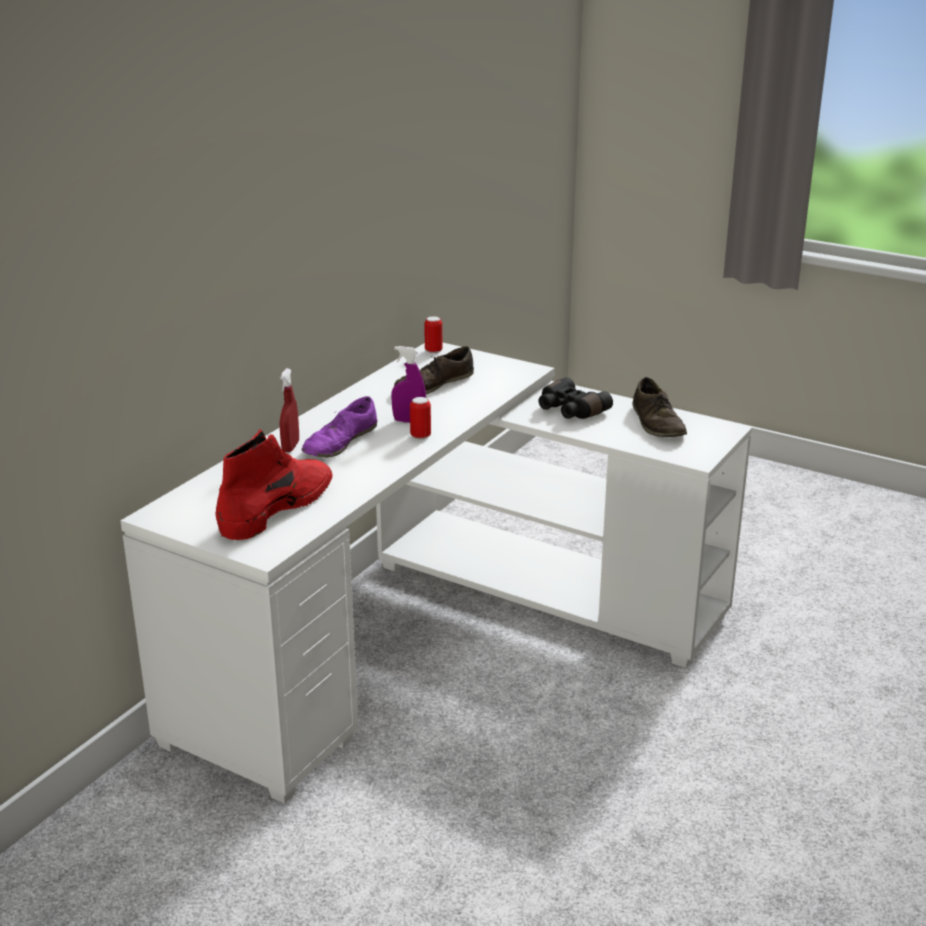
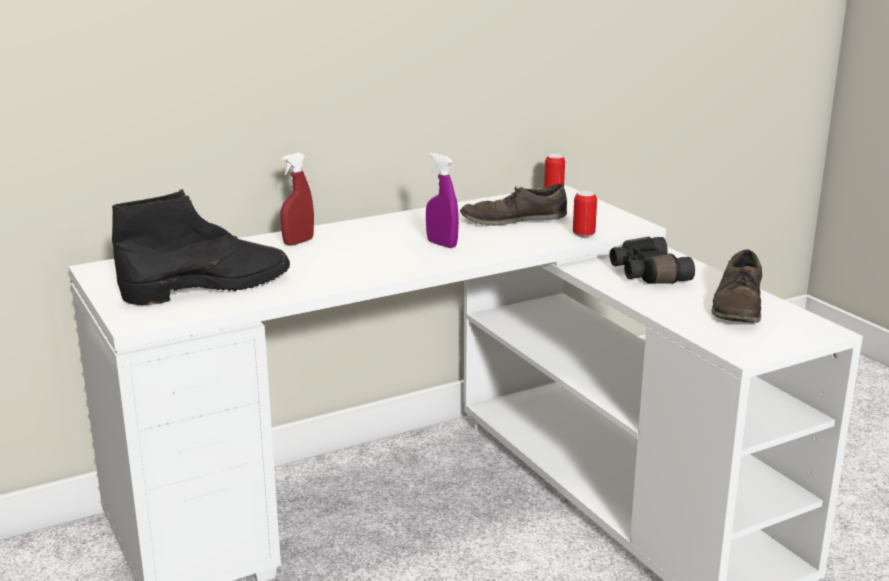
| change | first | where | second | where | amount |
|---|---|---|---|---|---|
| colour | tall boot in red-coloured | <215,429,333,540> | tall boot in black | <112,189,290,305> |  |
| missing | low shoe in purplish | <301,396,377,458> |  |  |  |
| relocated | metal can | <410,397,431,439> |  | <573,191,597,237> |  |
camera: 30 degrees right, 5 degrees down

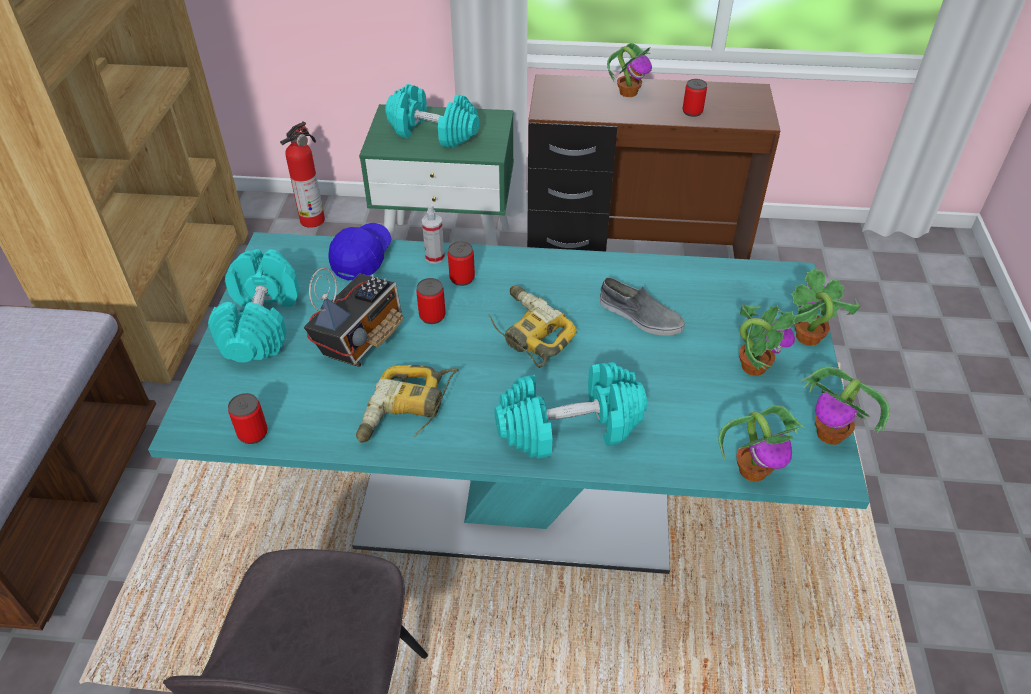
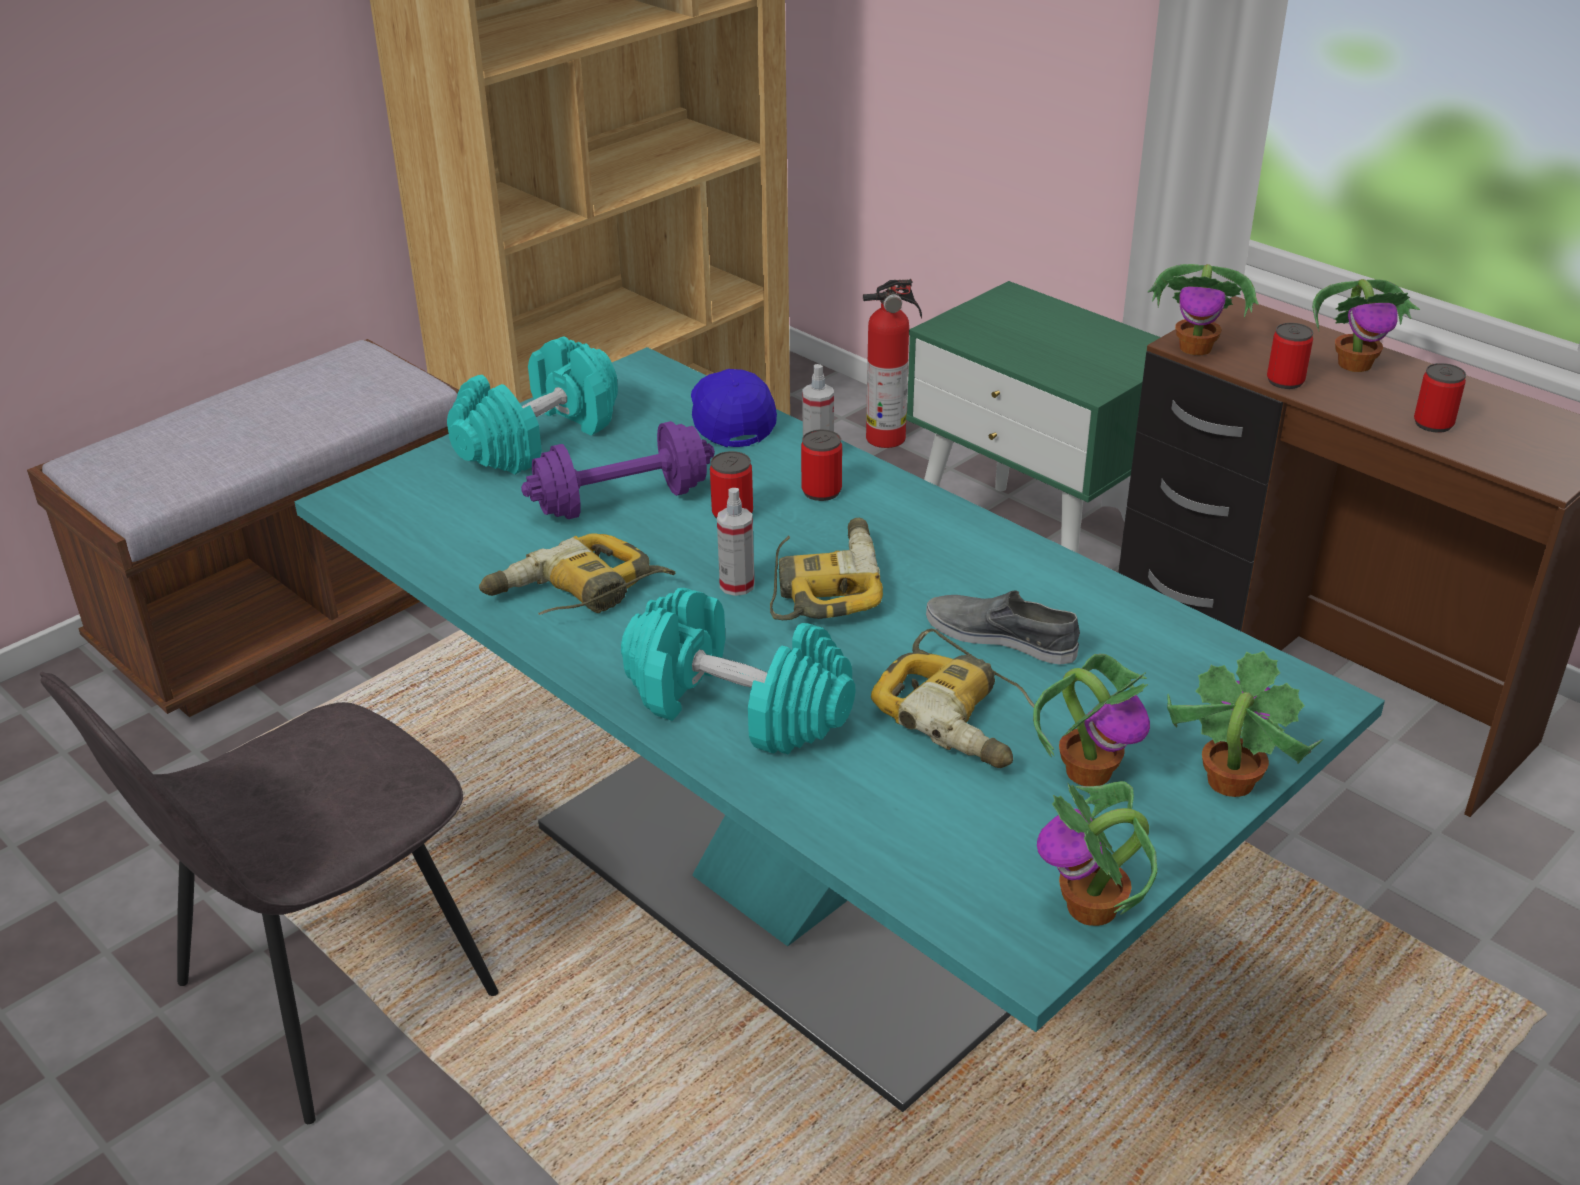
| change | first | where | second | where | amount |
|---|---|---|---|---|---|
| relocated | metal can | <228,393,268,444> |  | <1267,323,1313,389> |  |
| exchanged | radio | <304,268,404,367> | free weight in purplish | <521,421,715,519> |  |
| spun | peaked cap in bluish | <328,223,392,281> |  | <691,369,777,448> | 75 degrees counterclockwise |
| missing | free weight in turquoise-coloured | <385,84,480,148> |  |  |  |
| spun | low shoe in gray | <600,277,685,336> |  | <926,591,1080,665> | 135 degrees clockwise |
| relocated | potted plant | <718,405,805,482> |  | <1148,264,1259,355> |  |
| appeared |  |  | spray bottle | <717,488,754,596> |  |
| appeared |  |  | power drill | <871,629,1035,768> |  |
camera: 40 degrees right, 10 degrees down

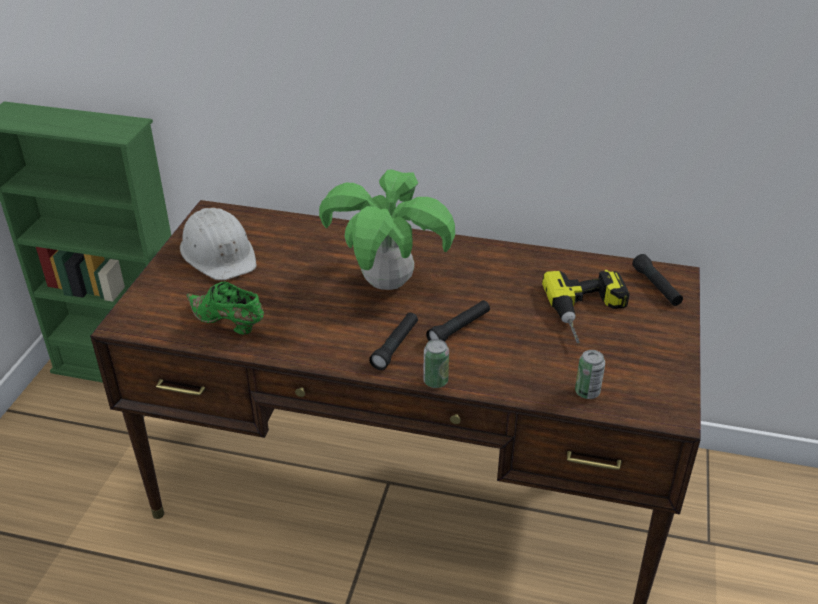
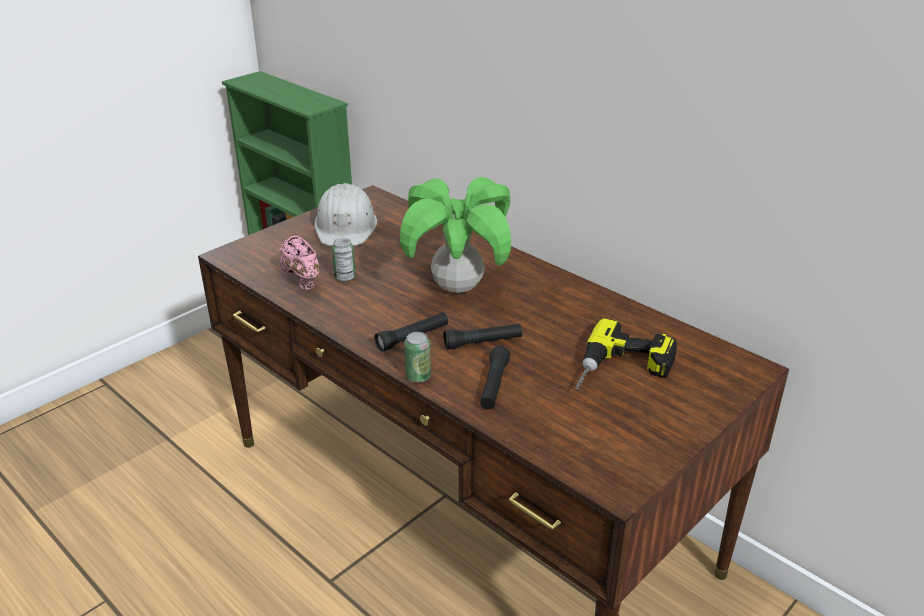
| change | first | where | second | where | amount |
|---|---|---|---|---|---|
| colour | low shoe in green | <186,282,264,334> | low shoe in pink-coloured | <279,236,319,290> |  |
| relocated | metal can | <575,350,605,399> |  | <332,238,356,282> |  |
| relocated | hand torch in black | <632,254,683,306> |  | <480,346,510,410> |  |
camera: 30 degrees right, 5 degrees down

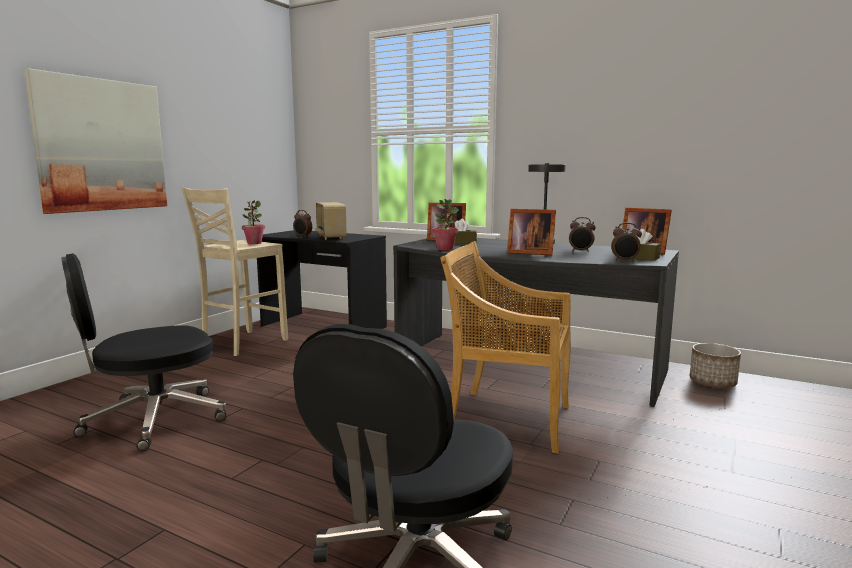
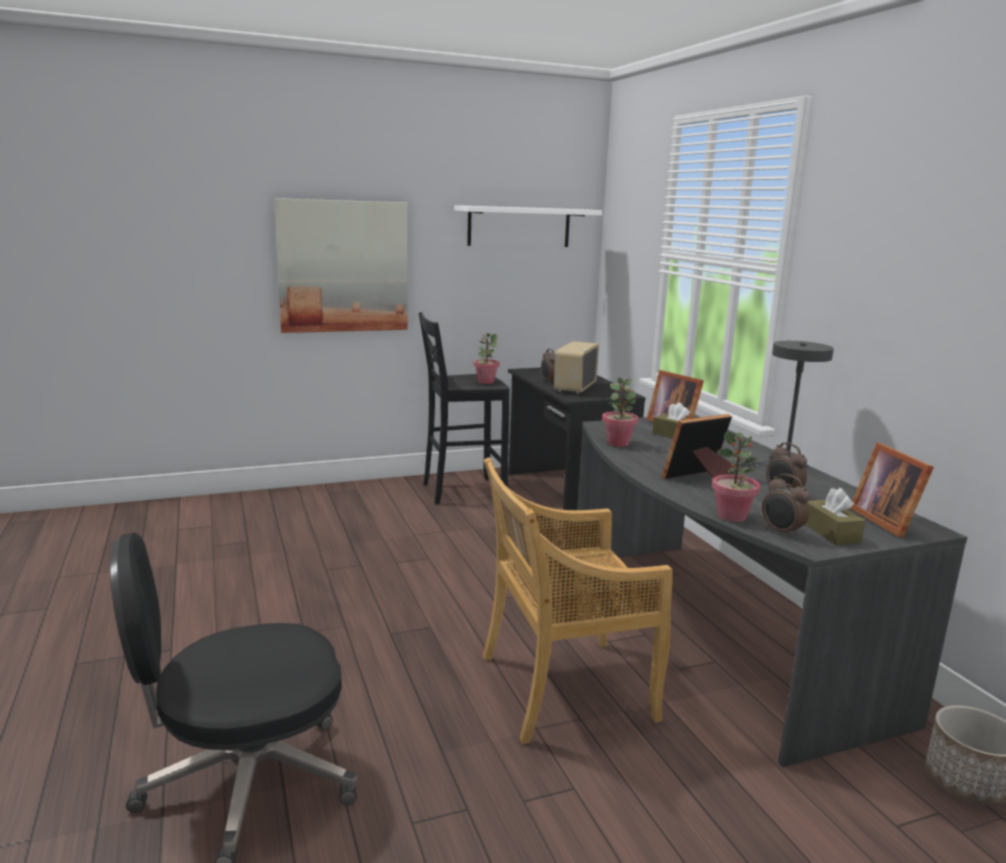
| change | first | where | second | where | amount |
|---|---|---|---|---|---|
| missing | desk chair in black | <61,254,226,451> |  |  |  |
| colour | stool in beige | <182,187,288,356> | stool in black | <419,312,510,504> |  |
| spun | plain chair in beige | <440,241,571,454> |  | <483,457,673,744> | 75 degrees counterclockwise |
| spun | photo frame | <507,209,556,255> |  | <662,414,732,479> | 90 degrees clockwise |
| appeared |  |  | bracket shelf in whitish | <454,205,602,247> |  |
| appeared |  |  | potted plant | <712,431,760,522> |  |
camera: 40 degrees right, 5 degrees up

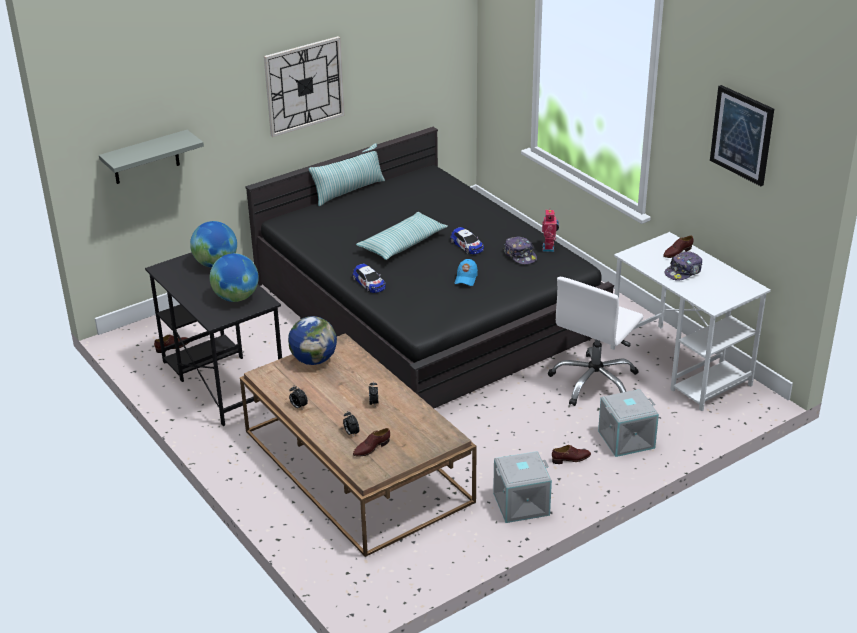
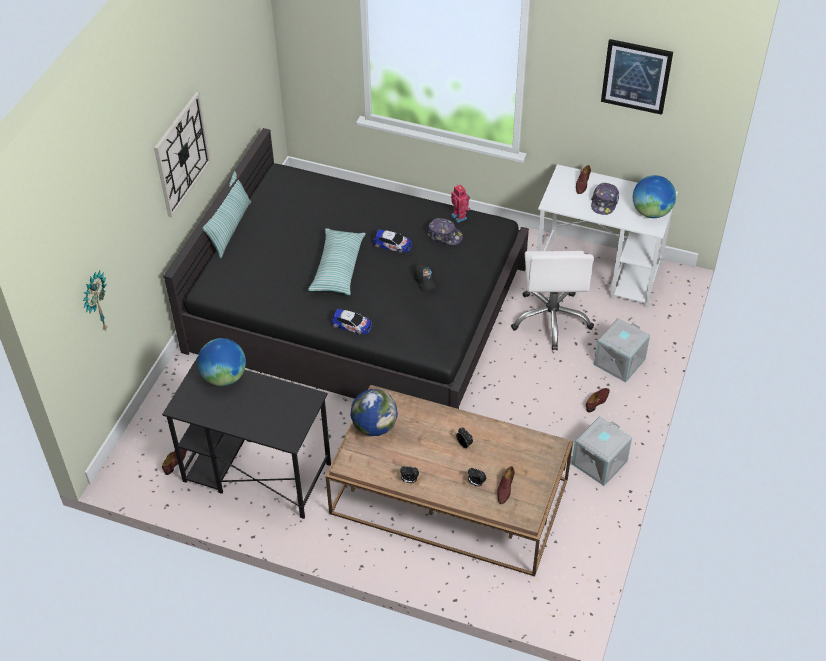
| change | first | where | second | where | amount |
|---|---|---|---|---|---|
| exchanged | bracket shelf in gray | <99,130,204,184> | hanging clock | <83,271,107,330> |  |
| relocated | globe | <210,253,259,302> |  | <633,175,676,218> |  |
| colour | peaked cap in bluish | <455,259,478,286> | peaked cap in black | <414,262,438,292> |  |
camera: 35 degrees left, 15 degrees up

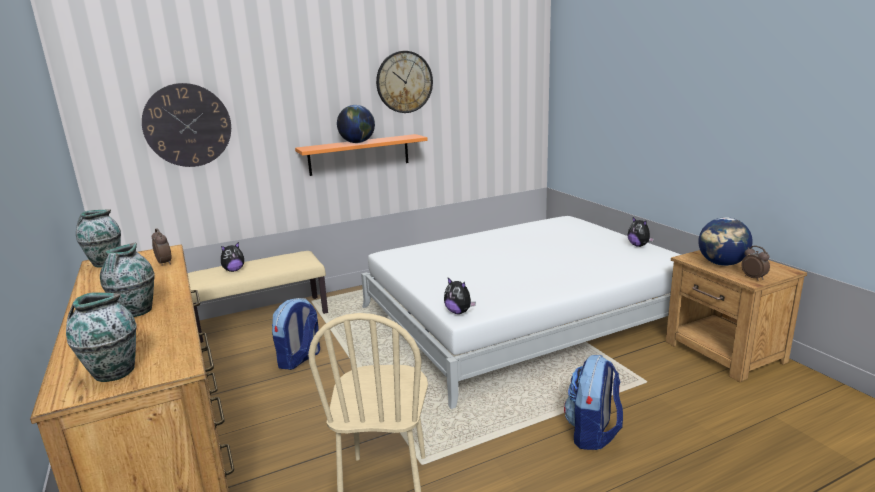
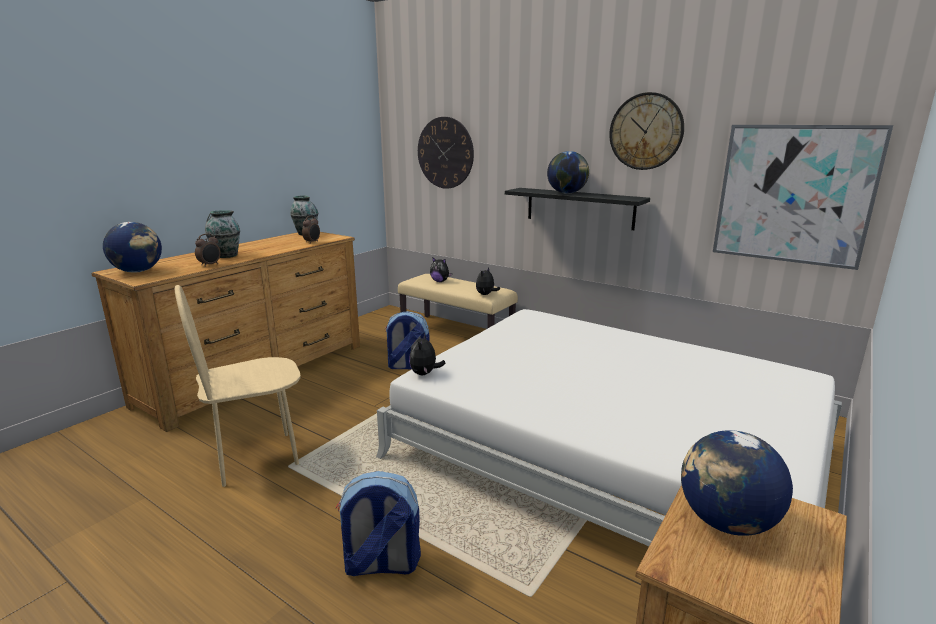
| change | first | where | second | where | amount |
|---|---|---|---|---|---|
| exchanged | vase | <66,292,137,382> | globe | <103,222,162,273> |  |
| colour | bracket shelf in orange | <295,134,428,176> | bracket shelf in black | <505,188,650,230> |  |
| relocated | plush toy | <628,217,654,247> |  | <476,267,500,295> |  |
| relocated | table clock | <741,246,770,281> |  | <195,233,221,267> |  |
| appeared |  |  | picture | <713,125,893,270> |  |
camera: 60 degrees right, 0 degrees up

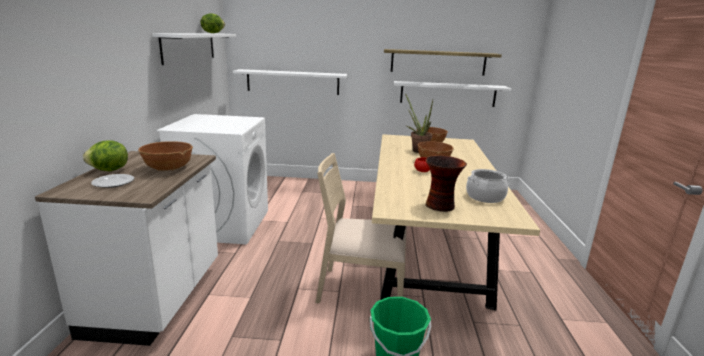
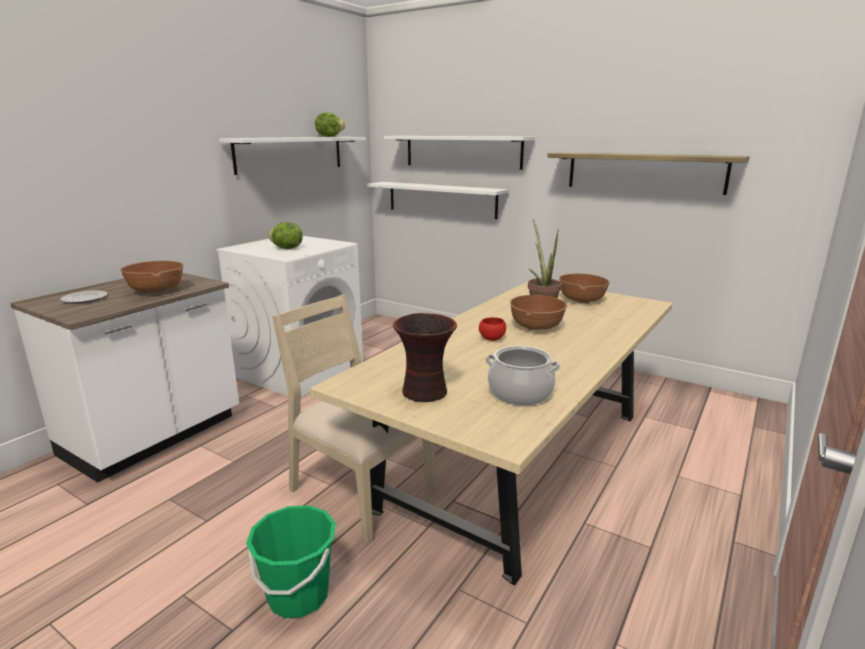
| change | first | where | second | where | amount |
|---|---|---|---|---|---|
| relocated | head of lettuce | <83,140,128,171> |  | <268,222,302,249> |  |
| relocated | bracket shelf in whitish | <394,81,511,107> |  | <384,136,535,170> |  |
camera: 30 degrees right, 0 degrees up

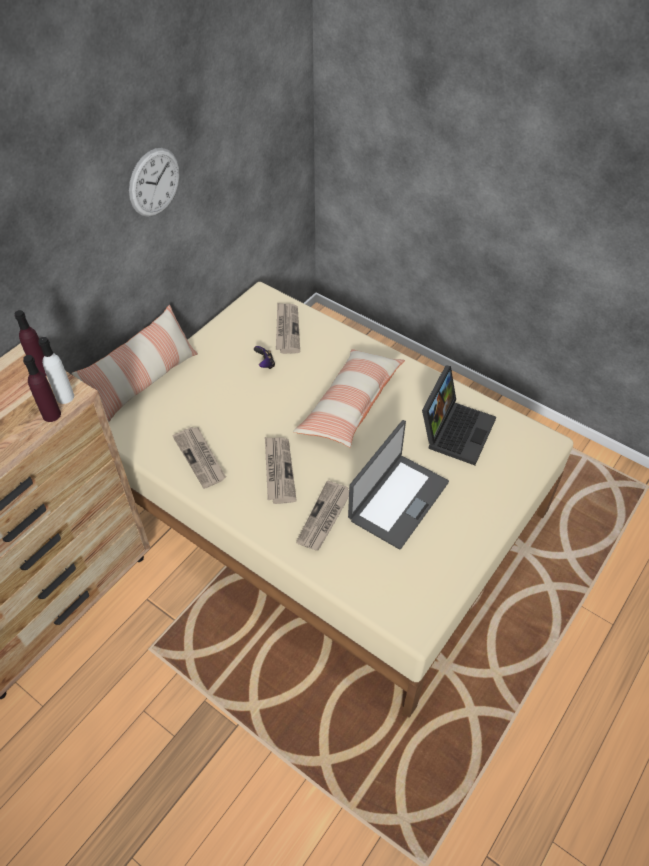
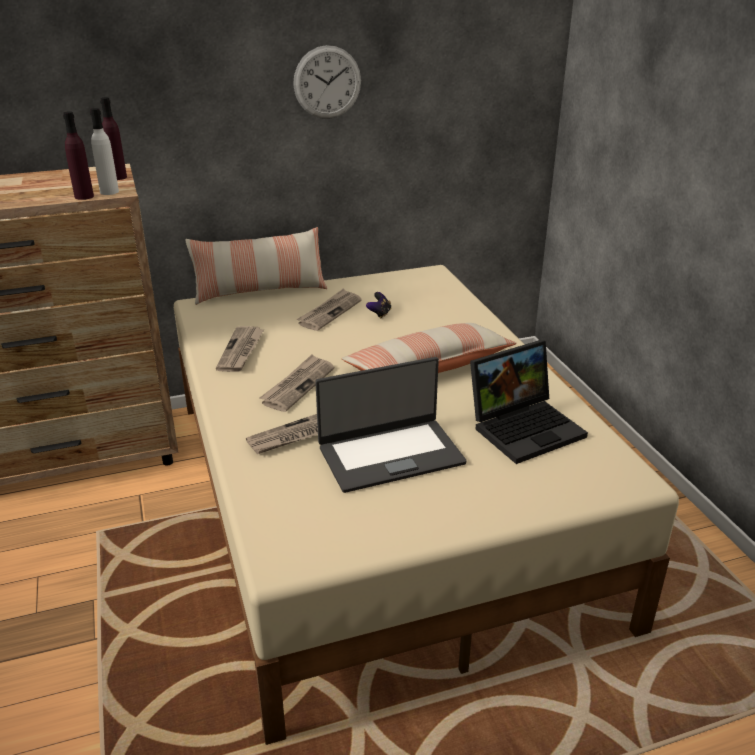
| change | first | where | second | where | amount |
|---|---|---|---|---|---|
| relocated | daily paper | <276,302,300,354> |  | <296,288,362,331> |  |
camera: 35 degrees right, 20 degrees down

